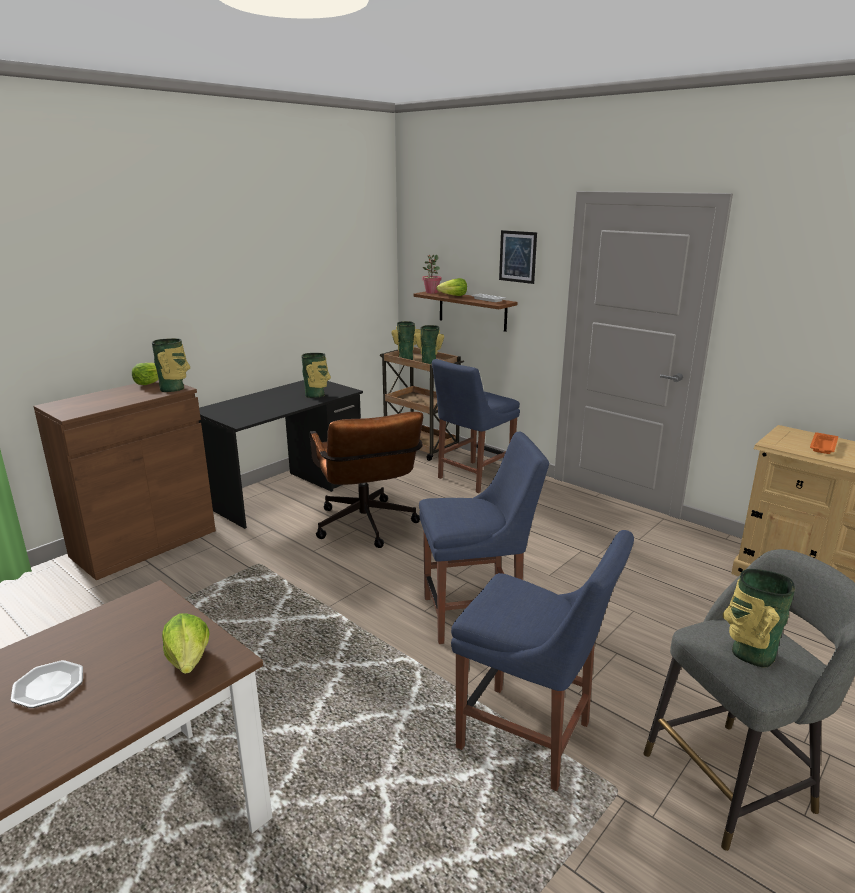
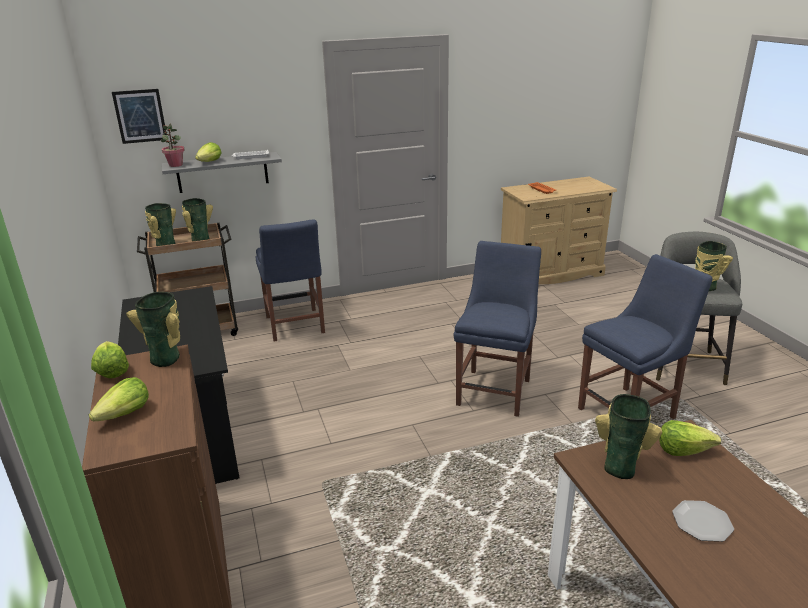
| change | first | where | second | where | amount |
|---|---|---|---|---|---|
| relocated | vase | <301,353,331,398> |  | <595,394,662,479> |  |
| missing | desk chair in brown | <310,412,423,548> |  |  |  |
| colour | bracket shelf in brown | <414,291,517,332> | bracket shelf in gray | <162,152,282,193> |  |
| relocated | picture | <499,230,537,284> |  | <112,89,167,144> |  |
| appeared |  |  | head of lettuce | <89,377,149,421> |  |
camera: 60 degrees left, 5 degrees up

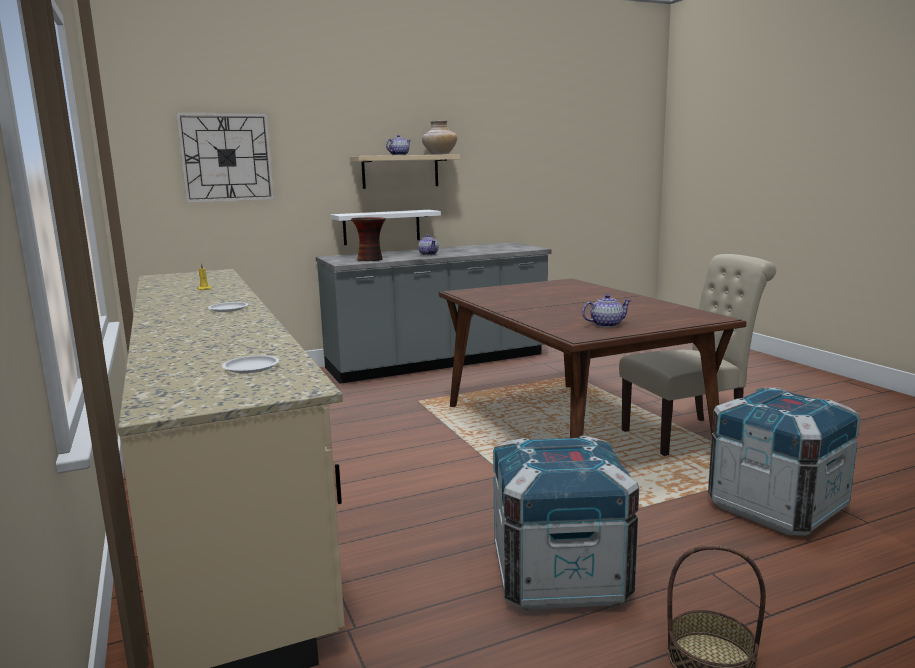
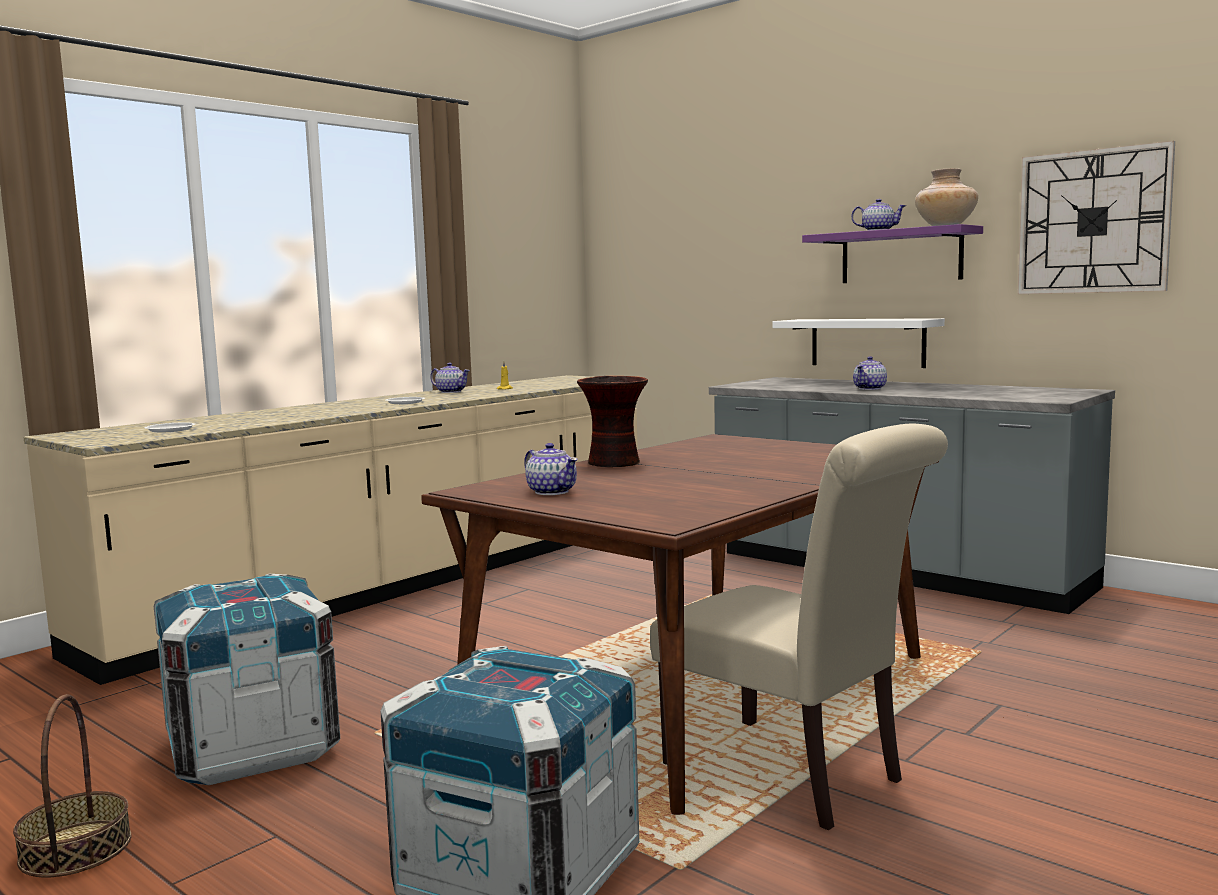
| change | first | where | second | where | amount |
|---|---|---|---|---|---|
| relocated | hanging clock | <176,113,274,203> |  | <1018,141,1175,294> |  |
| colour | bracket shelf in beige | <350,154,460,189> | bracket shelf in purplish | <802,224,983,283> |  |
| relocated | vase | <351,217,386,261> |  | <577,376,648,467> |  |
| appeared |  |  | pot for tea | <430,363,470,393> |  |
camera: 65 degrees right, 5 degrees down

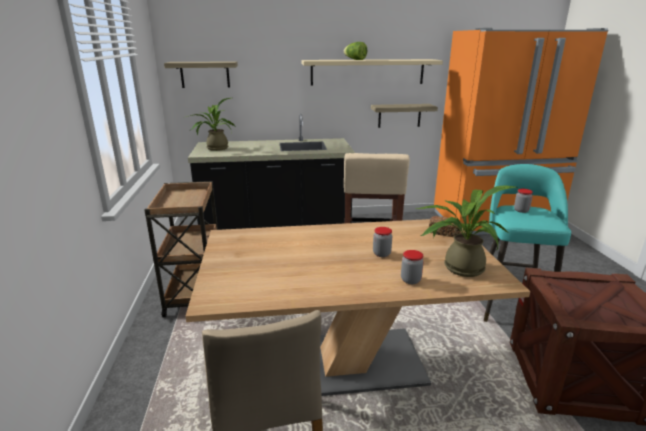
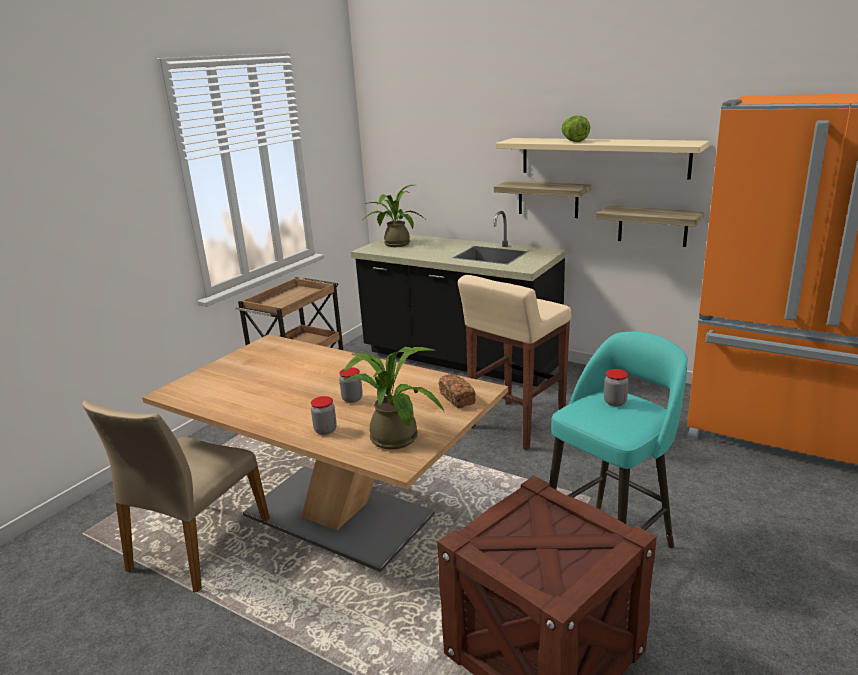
| change | first | where | second | where | amount |
|---|---|---|---|---|---|
| relocated | bracket shelf | <164,61,238,88> |  | <494,181,591,218> |  |
camera: 40 degrees right, 0 degrees up

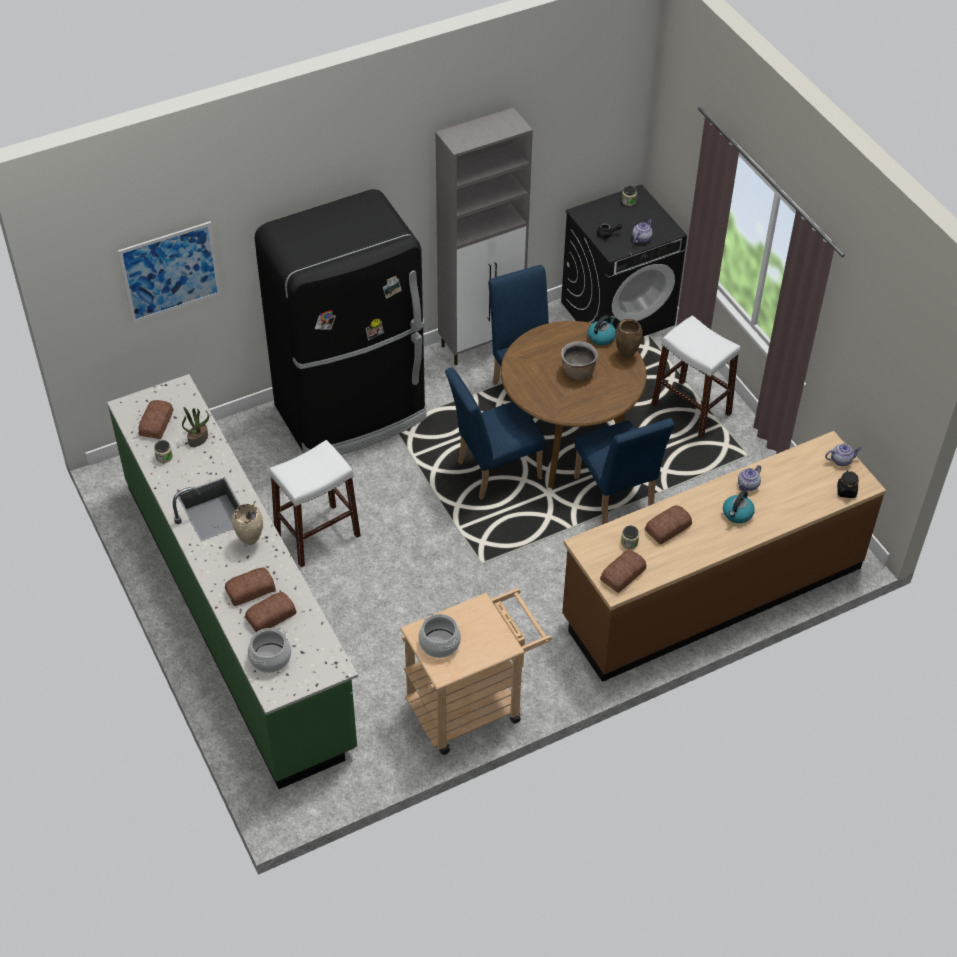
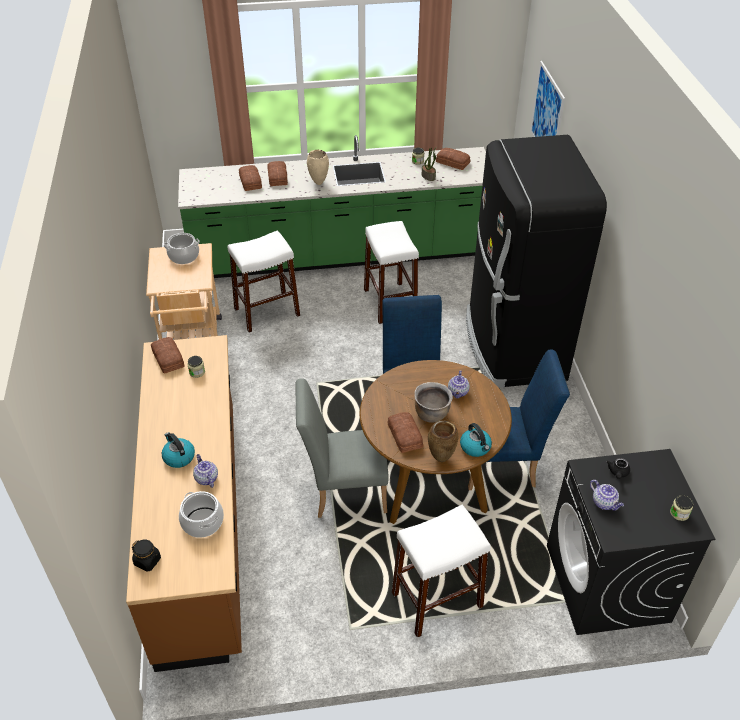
| change | first | where | second | where | amount |
|---|---|---|---|---|---|
| relocated | saucepot | <248,628,291,673> |  | <179,491,224,538> |  |
| missing | cupboard in gray | <436,107,533,365> |  |  |  |
| colour | plain chair in bluish | <574,418,674,524> | plain chair in gray | <296,378,389,518> |  |
| relocated | bakery bread | <645,505,692,545> |  | <388,412,423,453> |  |
| relocated | pot for tea | <825,444,862,466> |  | <448,370,470,399> |  |
| appeared |  |  | stool in whitish | <228,231,300,333> |  |
camera: 110 degrees right, 5 degrees down

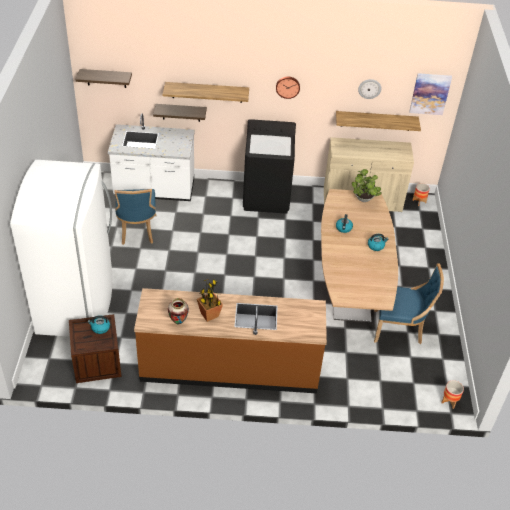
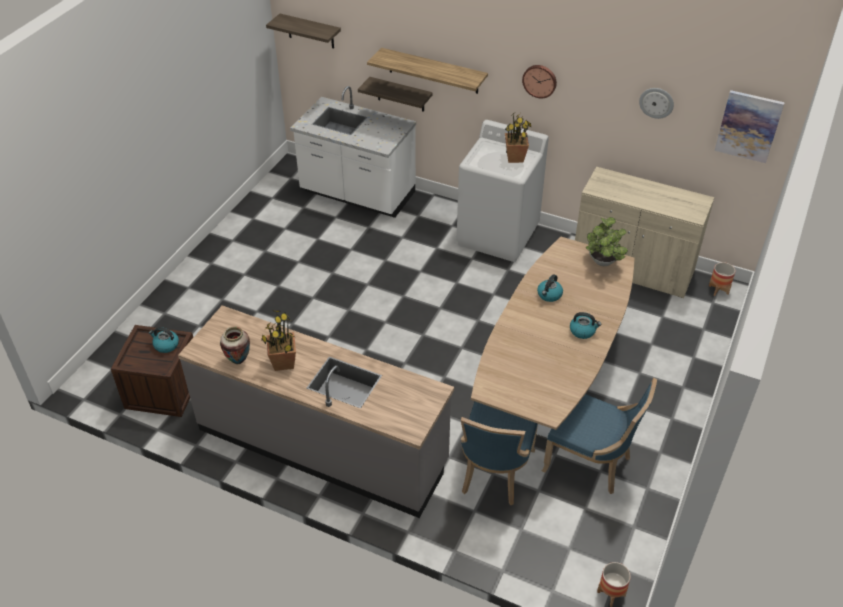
| change | first | where | second | where | amount |
|---|---|---|---|---|---|
| missing | fridge in whitish | <10,160,112,337> |  |  |  |
| relocated | plain chair in bluish | <115,189,157,245> |  | <461,402,538,505> |  |
| colour | counter in brown | <134,288,327,393> | counter in gray | <178,305,454,518> |  |
| colour | laundry machine in black | <243,119,296,213> | laundry machine in whitish | <457,120,549,262> |  |
| missing | bracket shelf | <336,111,421,131> |  |  |  |
| appeared |  |  | potted plant | <505,112,532,163> |  |
camera: 25 degrees right, 0 degrees up

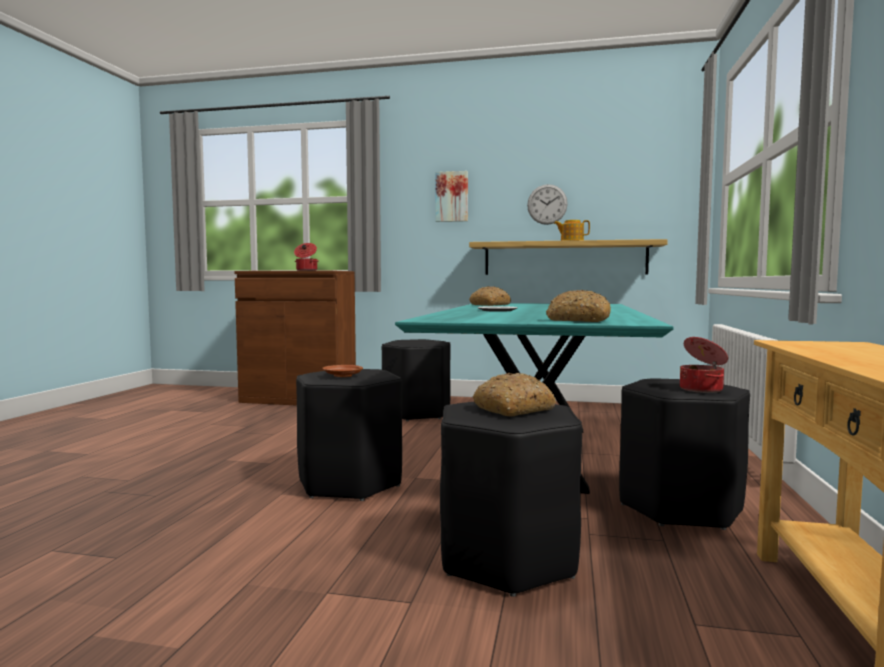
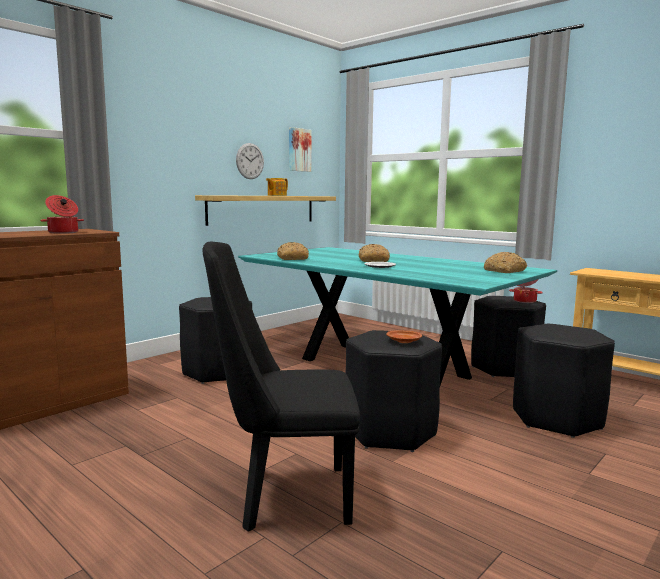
| change | first | where | second | where | amount |
|---|---|---|---|---|---|
| relocated | picture | <435,171,468,222> |  | <289,127,311,172> |  |
| relocated | bakery bread | <473,373,556,416> |  | <359,244,390,262> |  |
| appeared |  |  | plain chair in black | <203,242,360,532> |  |
camera: 60 degrees left, 5 degrees up

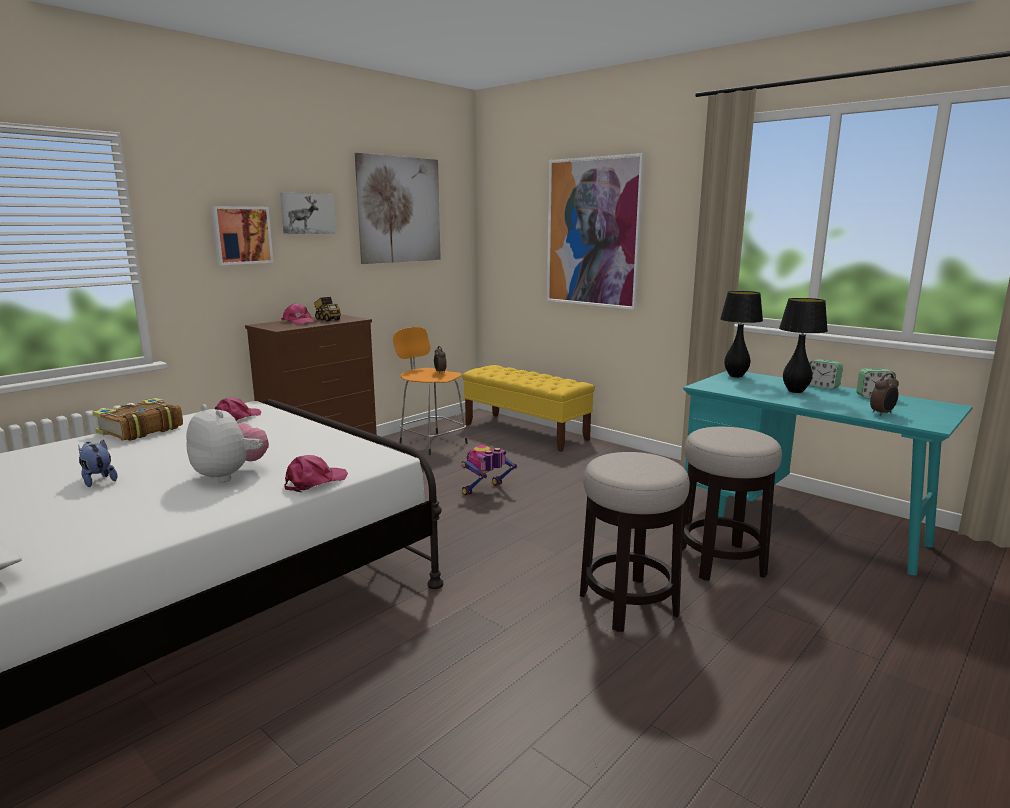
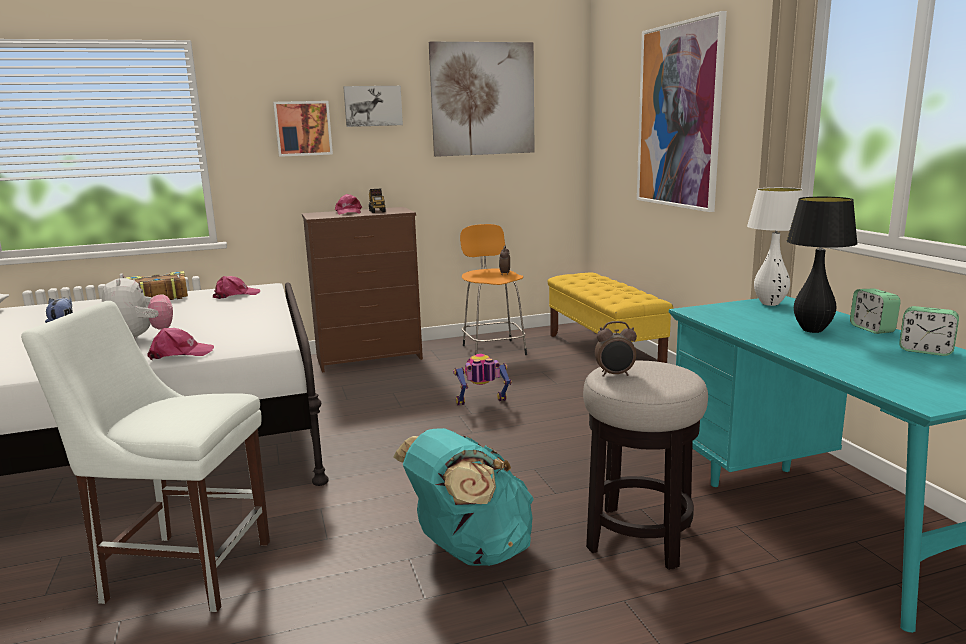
| change | first | where | second | where | amount |
|---|---|---|---|---|---|
| exchanged | stool | <580,452,690,632> | knapsack in turquoise-coloured | <394,428,534,566> |  |
| colour | table lamp in black | <720,291,763,378> | table lamp in whitish | <747,187,804,306> |  |
| relocated | table clock | <870,373,899,416> |  | <595,321,637,377> |  |
| appeared |  |  | plain chair in whitish | <21,301,270,612> |  |
camera: 30 degrees right, 0 degrees up

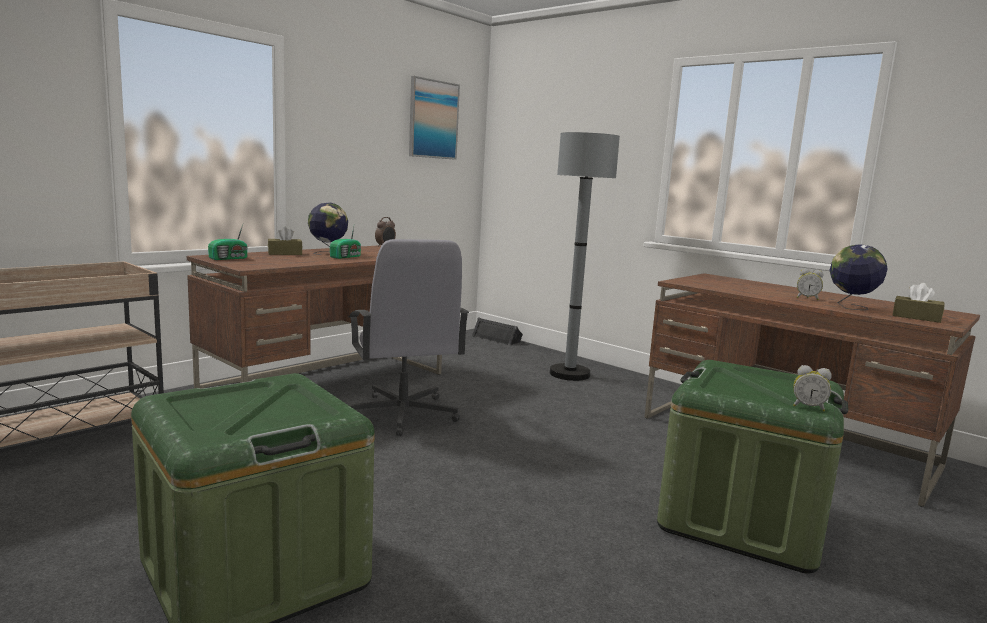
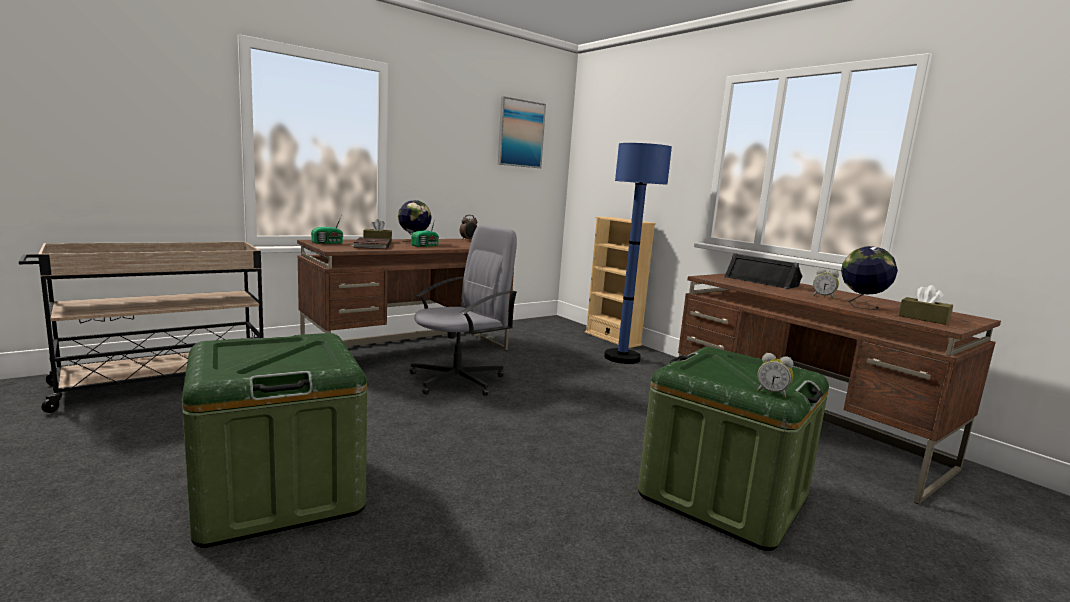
| change | first | where | second | where | amount |
|---|---|---|---|---|---|
| spun | desk chair in gray | <349,239,469,436> |  | <410,225,517,396> | 120 degrees counterclockwise |
| relocated | speaker in black | <472,317,523,345> |  | <724,253,802,289> |  |
| colour | standard lamp in gray | <549,132,620,381> | standard lamp in bluish | <604,143,672,364> |  |
| appeared |  |  | bound book in brown | <351,237,391,250> |  |
| appeared |  |  | bookshelf in beige | <585,217,656,348> |  |
camera: 10 degrees right, 0 degrees up

